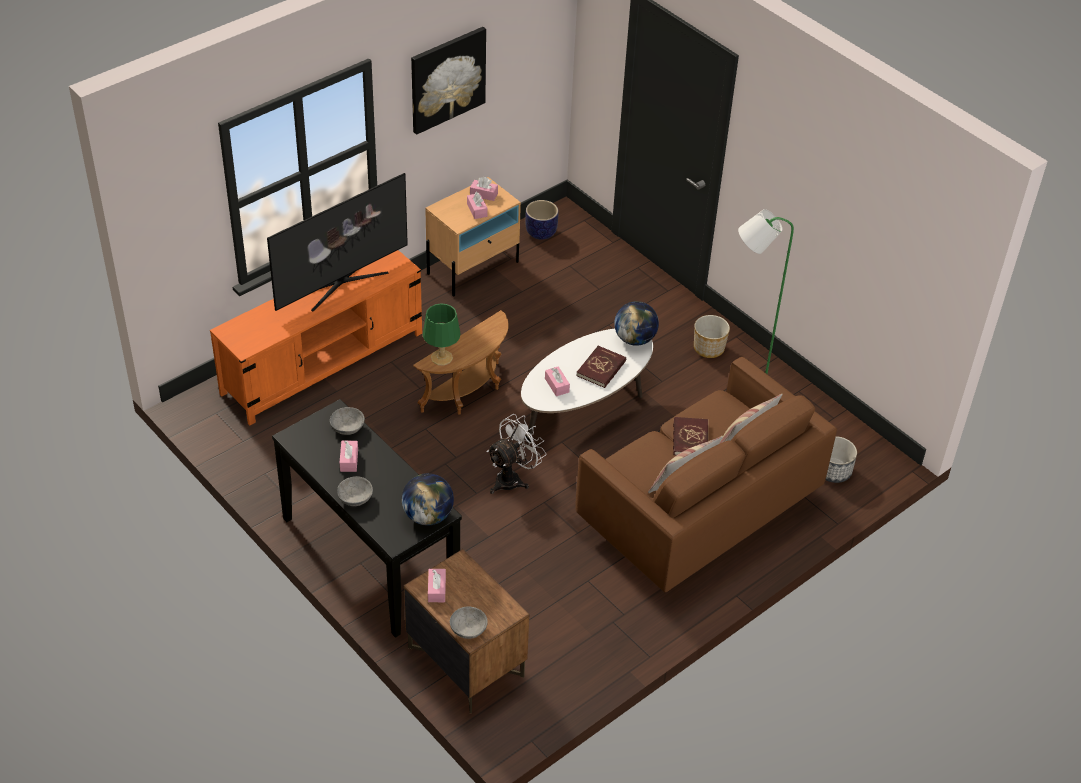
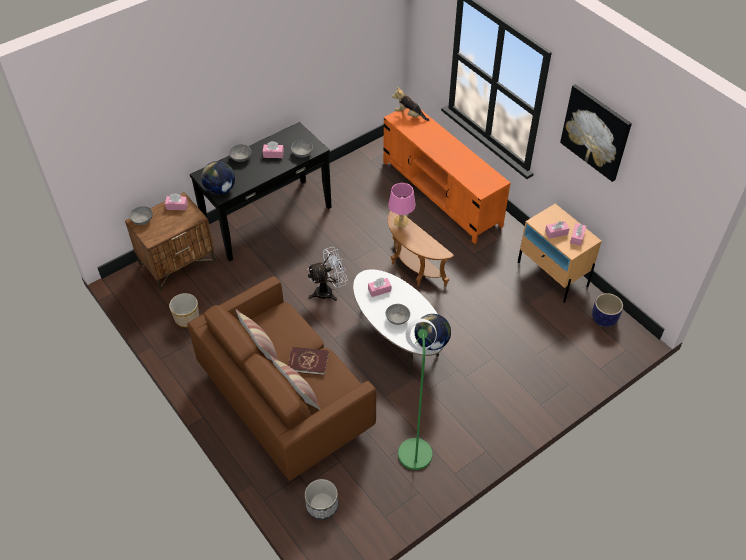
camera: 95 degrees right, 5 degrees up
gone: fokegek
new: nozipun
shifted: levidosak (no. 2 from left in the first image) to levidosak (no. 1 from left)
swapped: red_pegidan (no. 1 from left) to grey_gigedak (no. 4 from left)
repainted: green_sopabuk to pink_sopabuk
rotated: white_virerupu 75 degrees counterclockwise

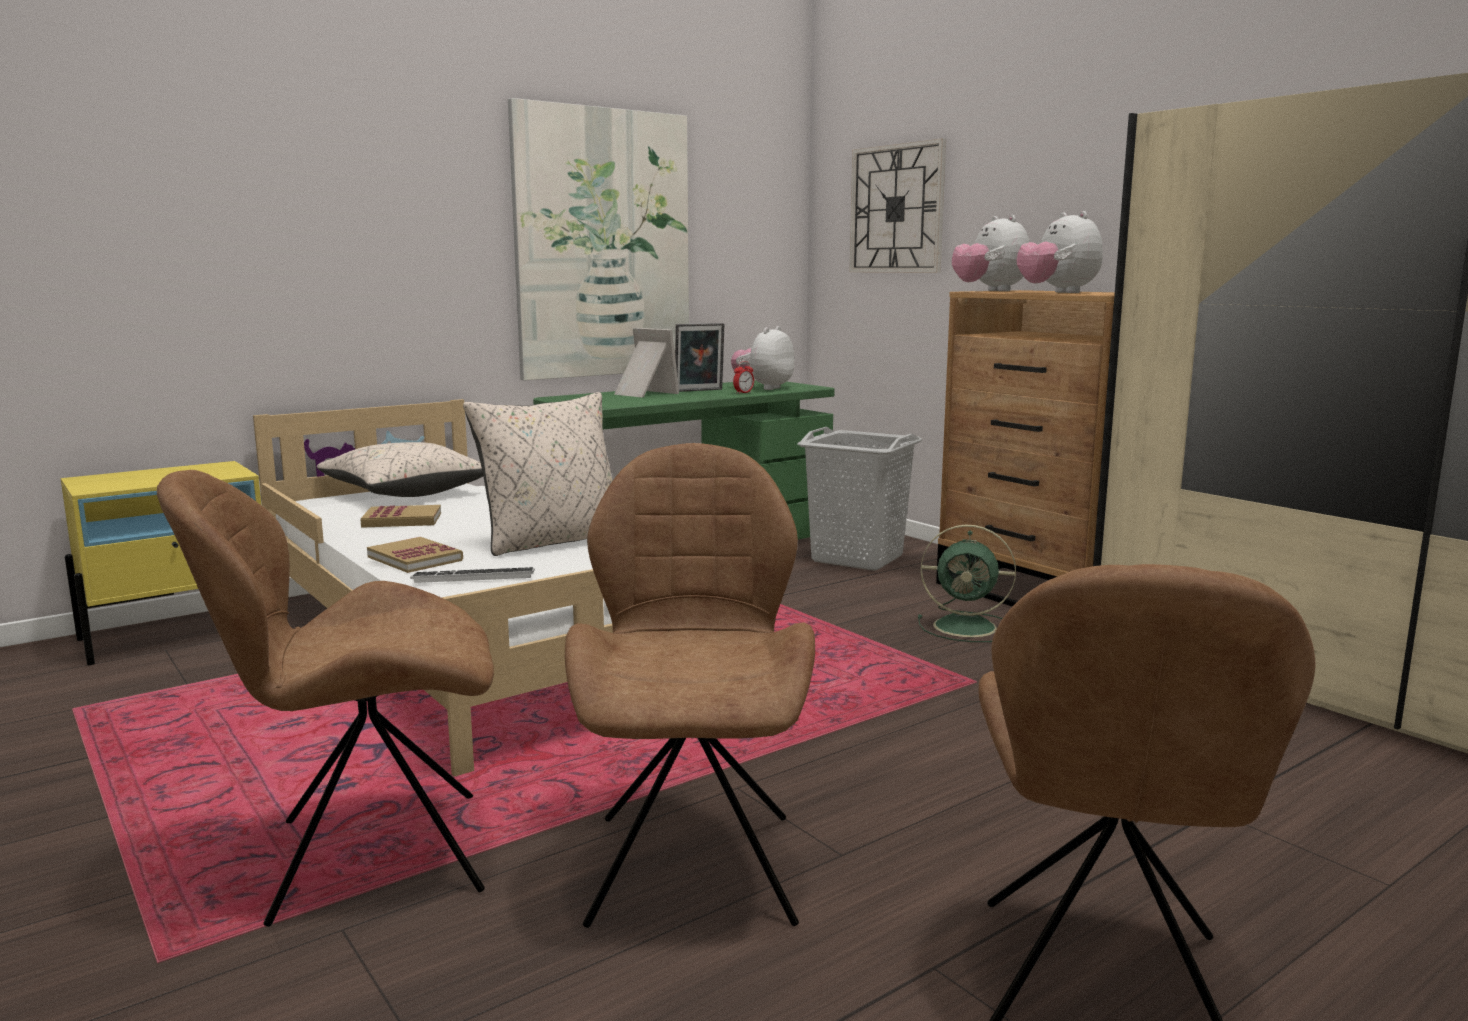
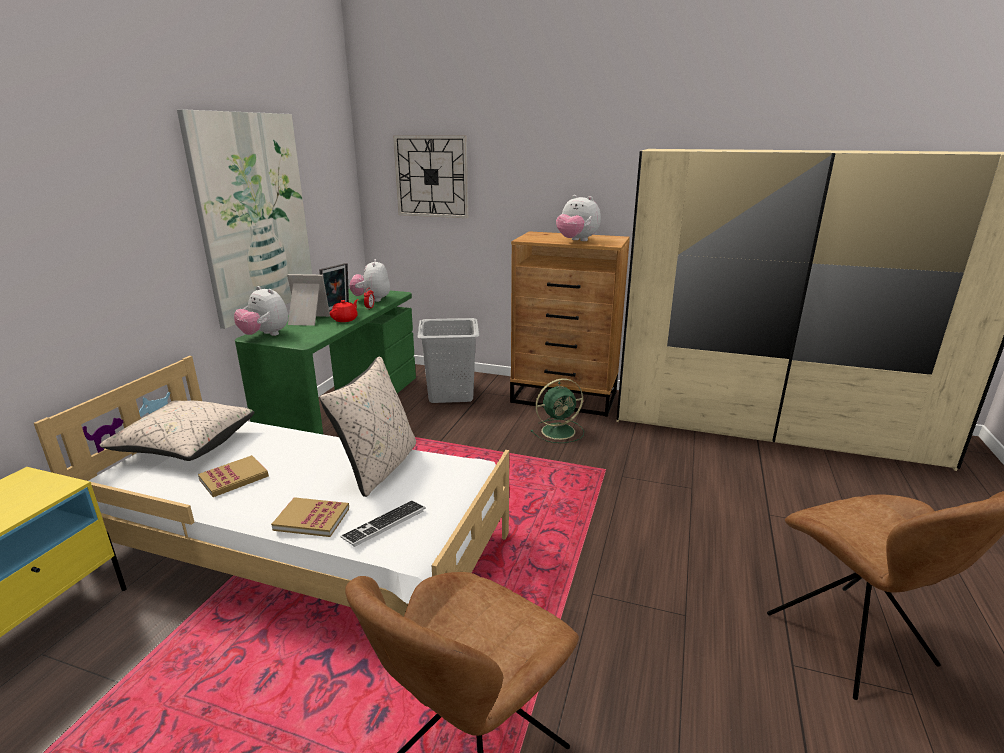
camera: 35 degrees left, 10 degrees up
gone: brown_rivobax (no. 2 from left)
new: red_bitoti
shifted: nozipun (no. 2 from left in the first image) to nozipun (no. 1 from left)

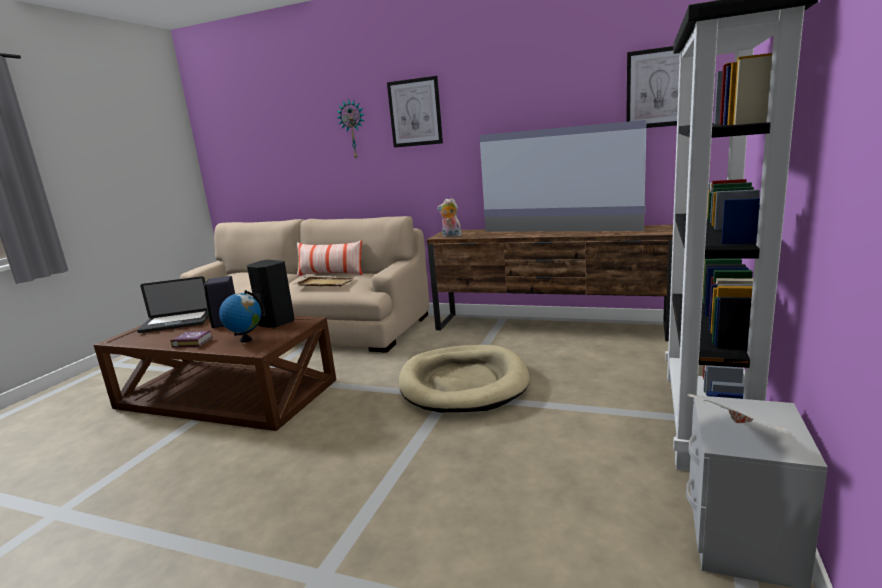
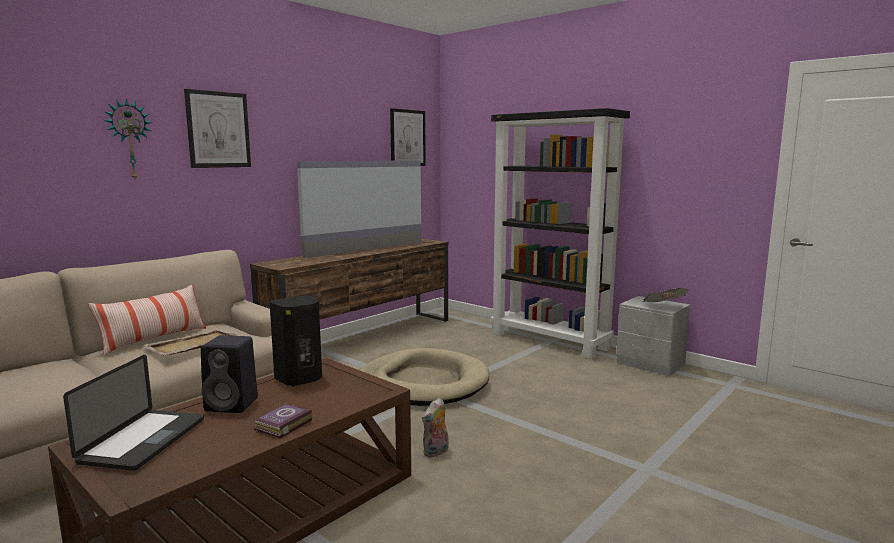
camera: 70 degrees left, 5 degrees down
gone: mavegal
shifted: nozipun

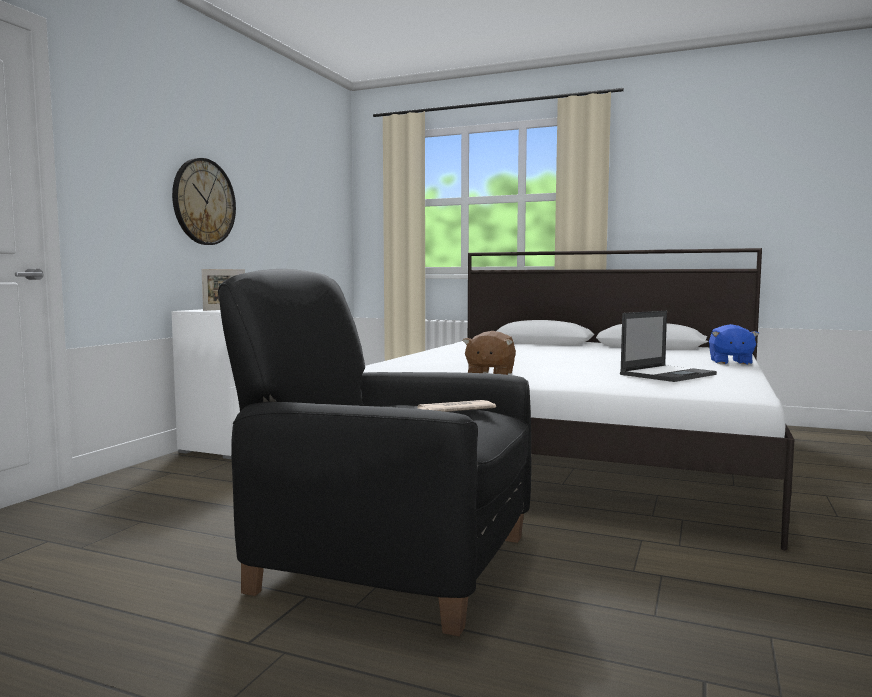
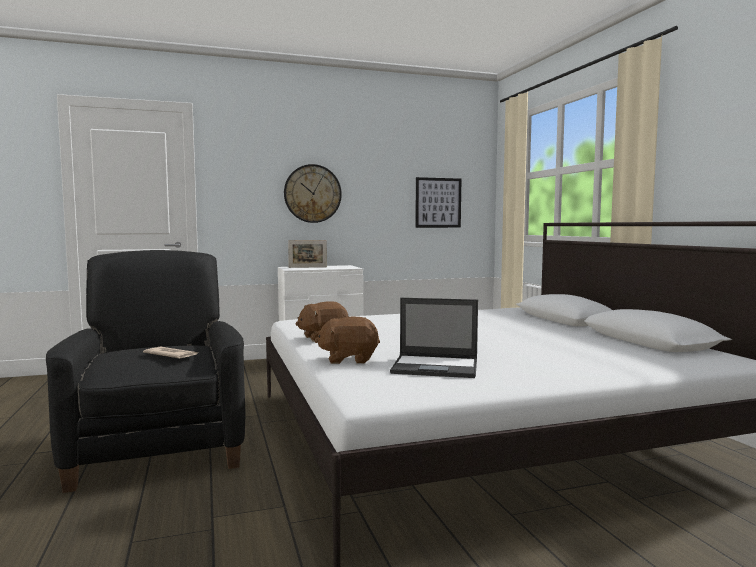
camera: 50 degrees right, 0 degrees up
gone: blue_nozipun
new: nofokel; brown_nozipun (no. 2 from left)

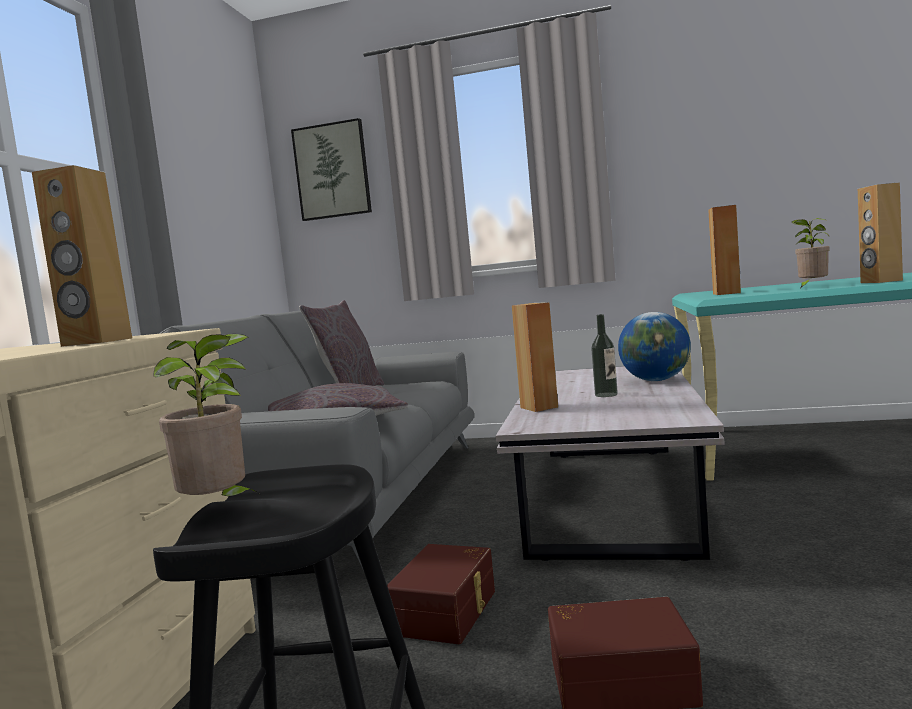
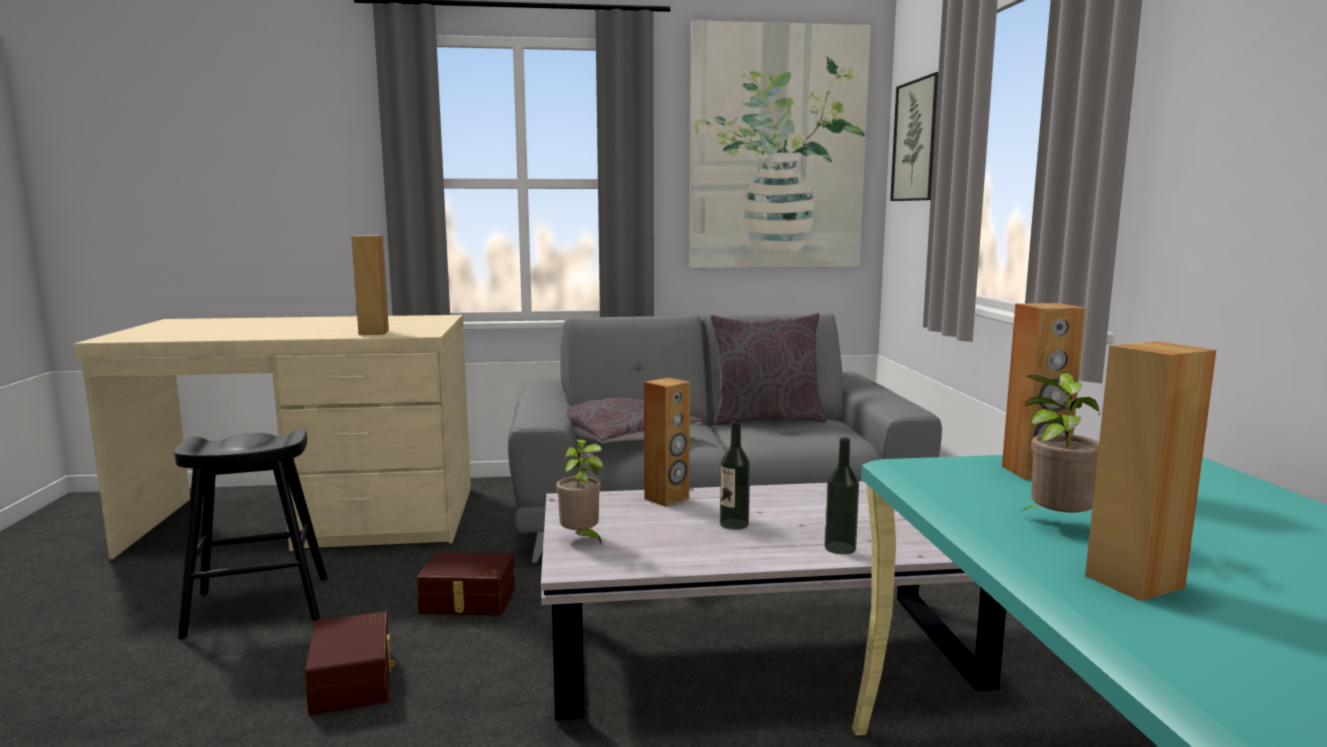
camera: 70 degrees right, 5 degrees up
new: nofokel (no. 1 from left)
shifted: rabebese (no. 1 from left)
swapped: mavegal to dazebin (no. 2 from left)

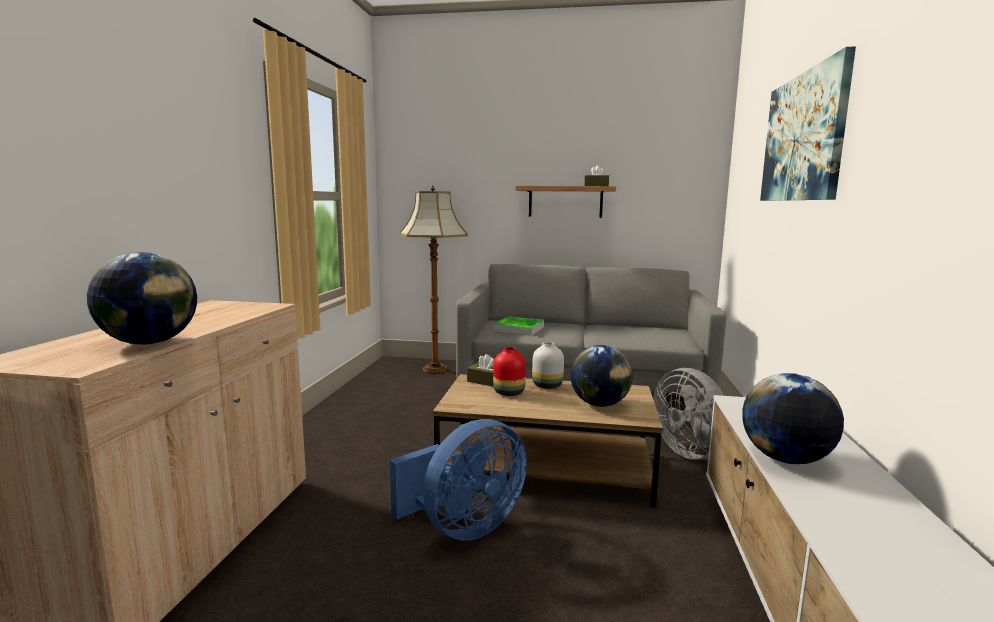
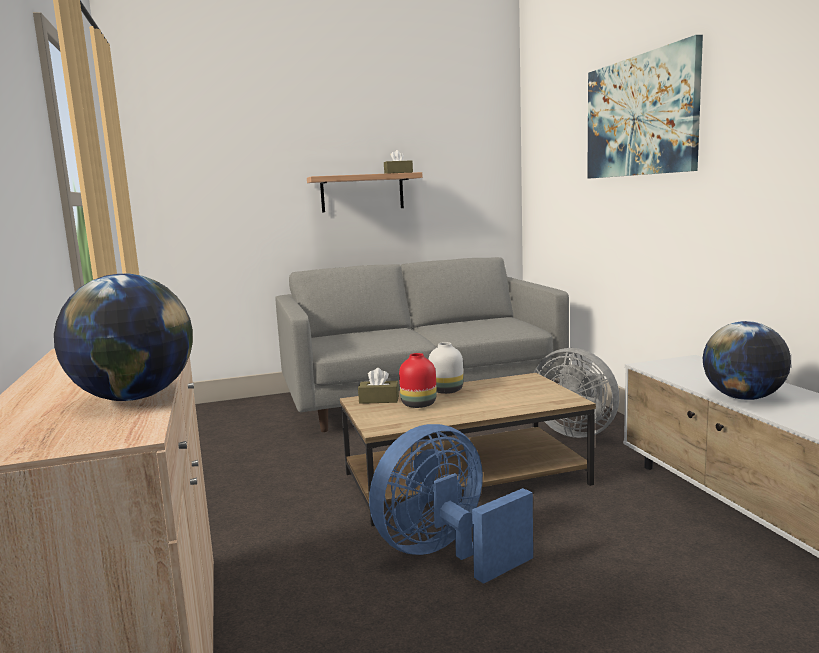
camera: 25 degrees left, 0 degrees up
gone: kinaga; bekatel; mavegal (no. 2 from left)
rotated: blue_virerupu 150 degrees counterclockwise

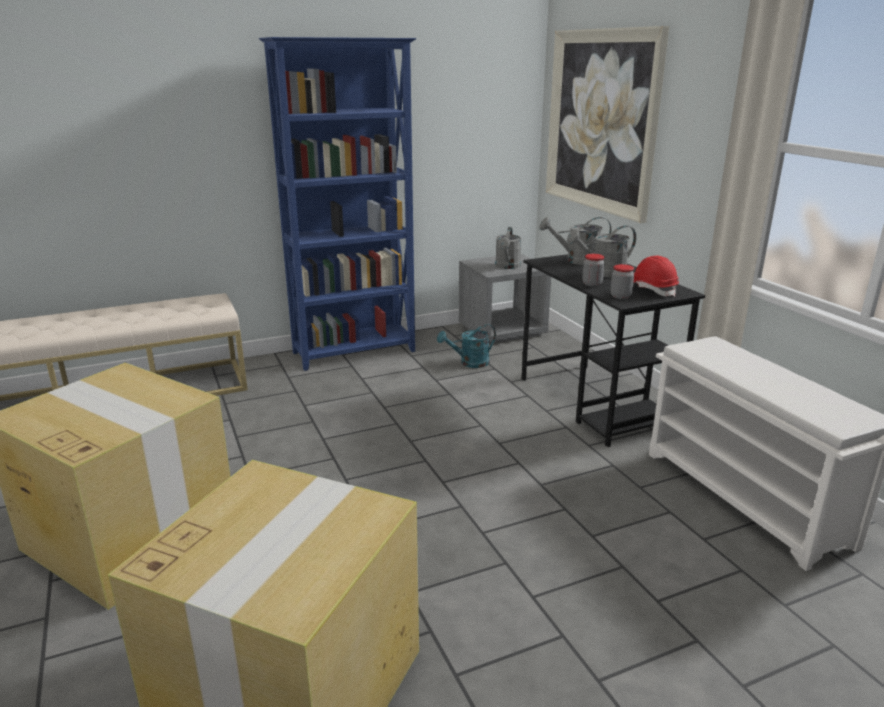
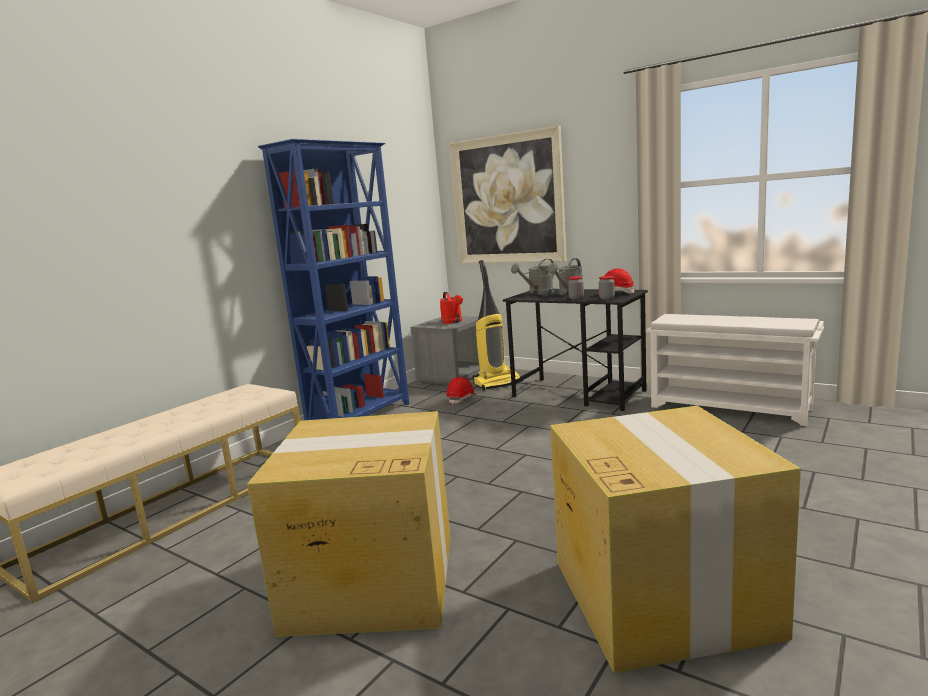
camera: 30 degrees left, 10 degrees down
new: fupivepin
swapped: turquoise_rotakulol to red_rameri (no. 1 from left)
repainted: grey_rotakulol (no. 1 from left) to red_rotakulol

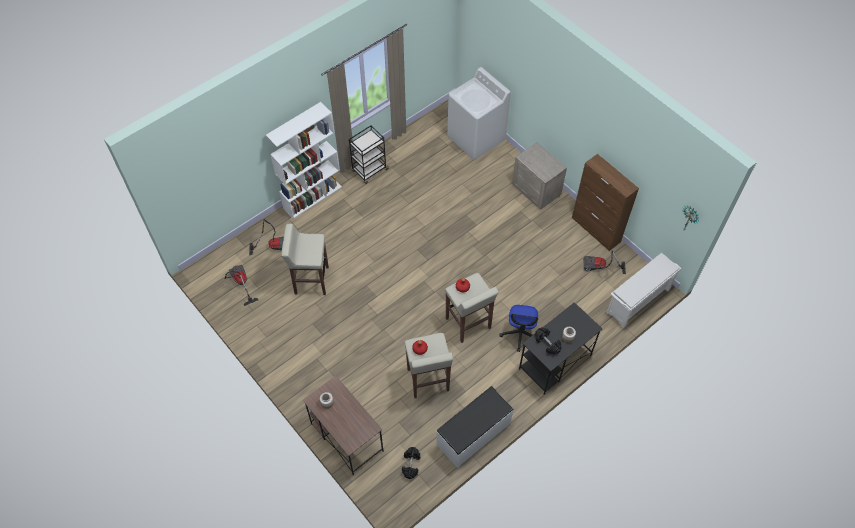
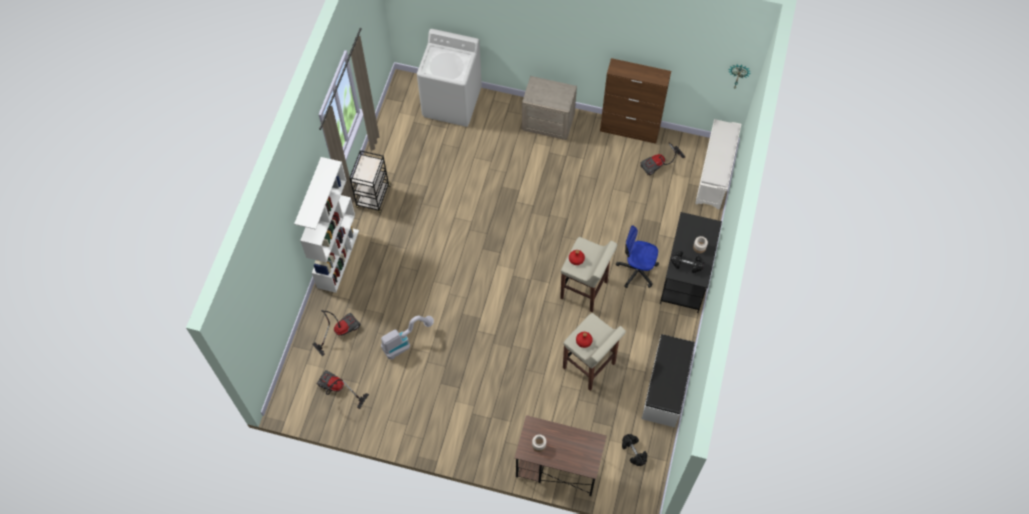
camera: 35 degrees left, 5 degrees up
swapped: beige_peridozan (no. 1 from left) to fupivepin (no. 3 from left)
rotated: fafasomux 135 degrees clockwise

